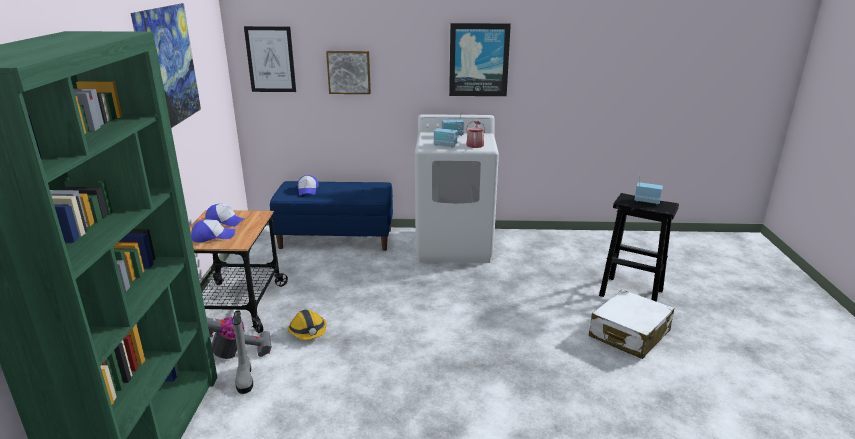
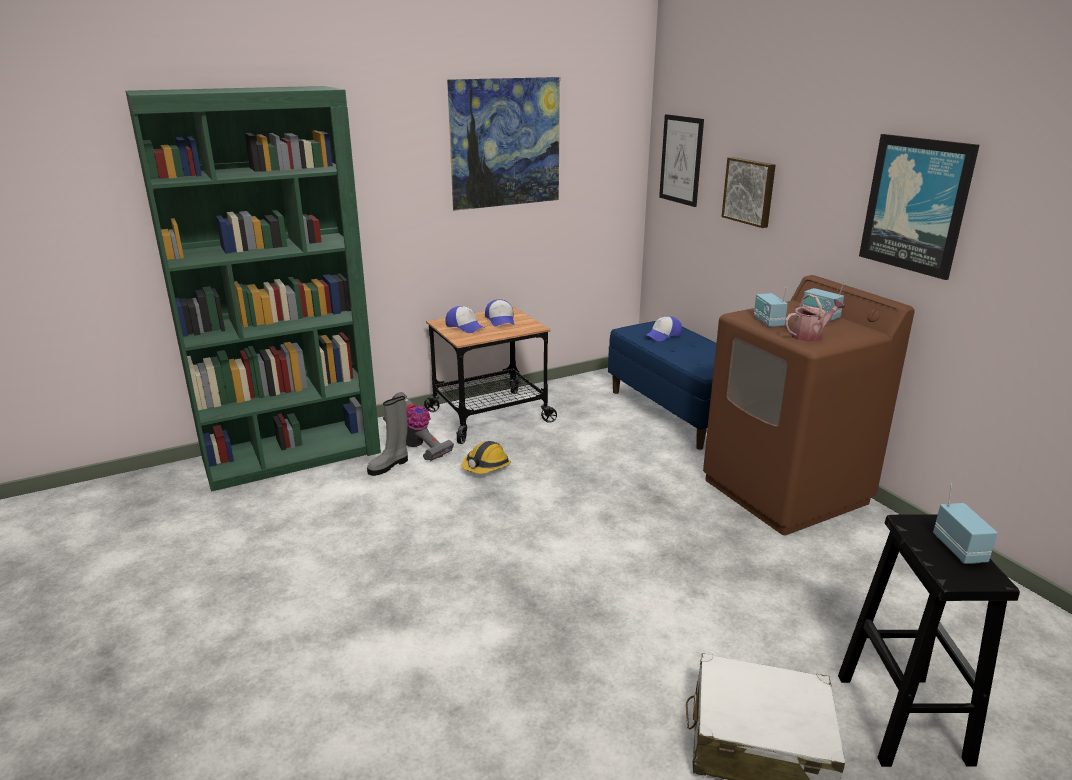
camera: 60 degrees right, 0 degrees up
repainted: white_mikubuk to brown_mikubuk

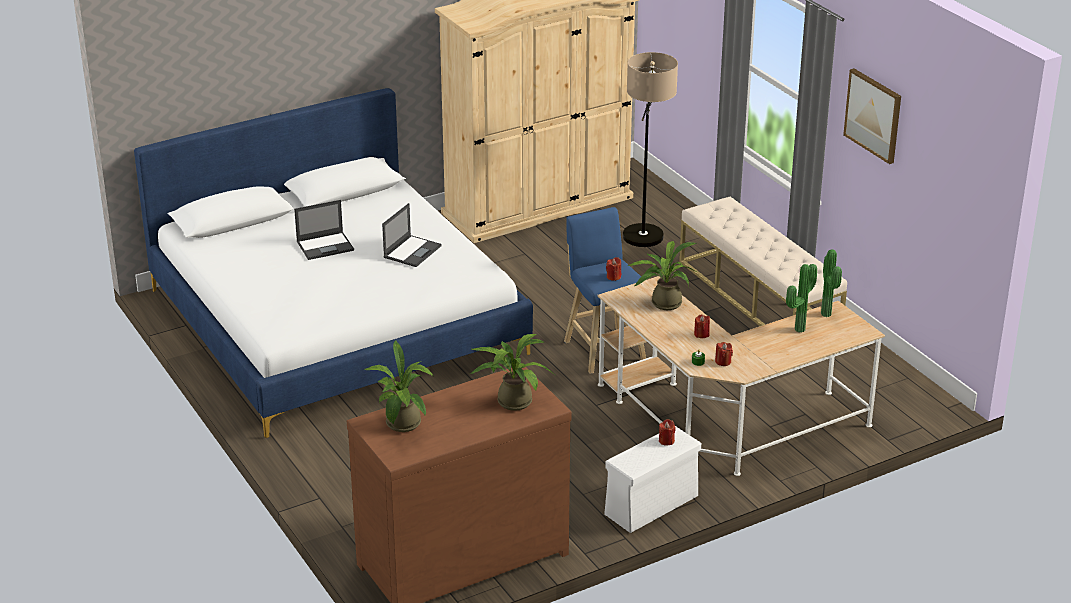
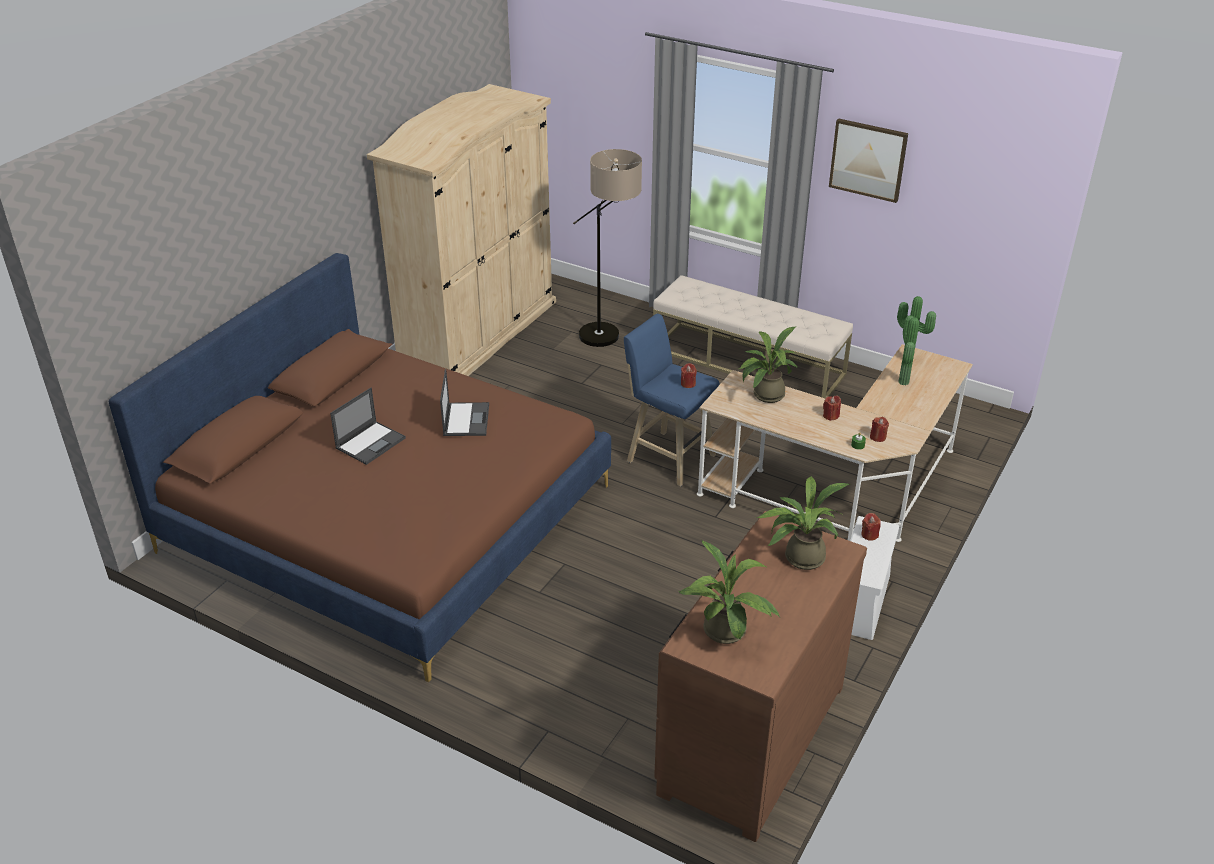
camera: 30 degrees left, 5 degrees up
repainted: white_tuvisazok to brown_tuvisazok

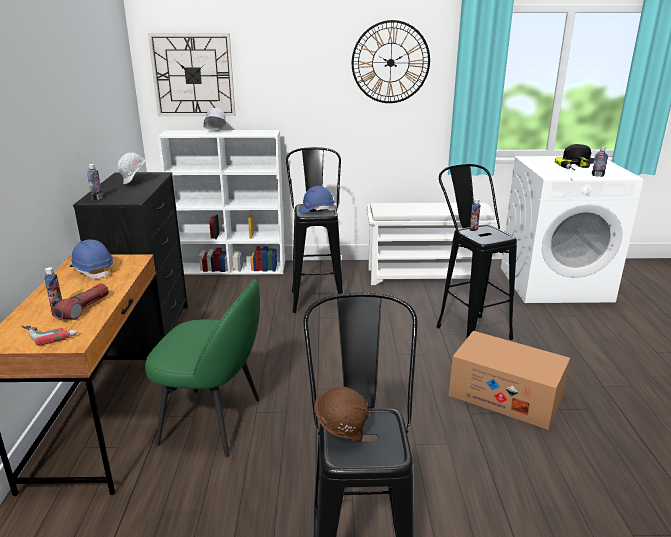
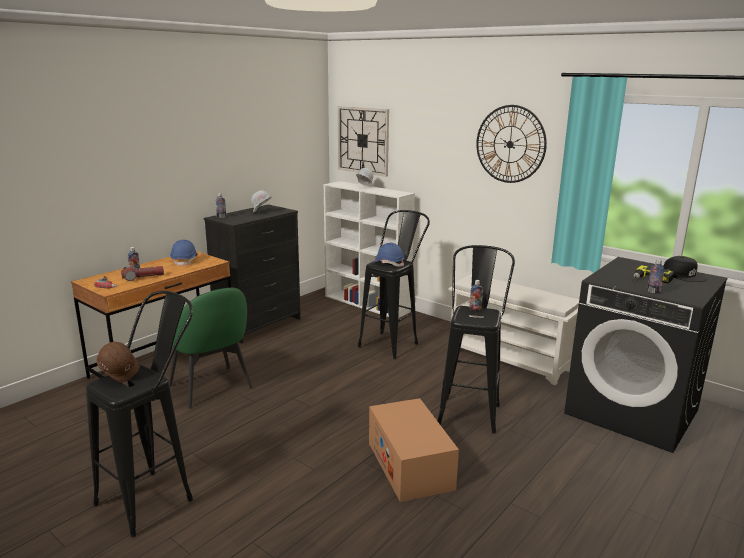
camera: 40 degrees right, 5 degrees down
repainted: white_mikubuk to black_mikubuk

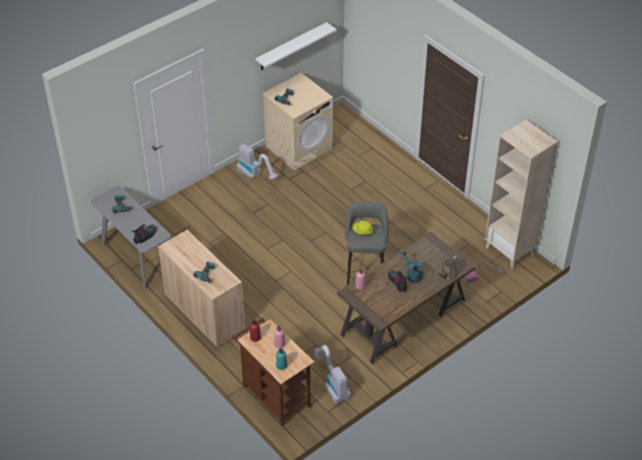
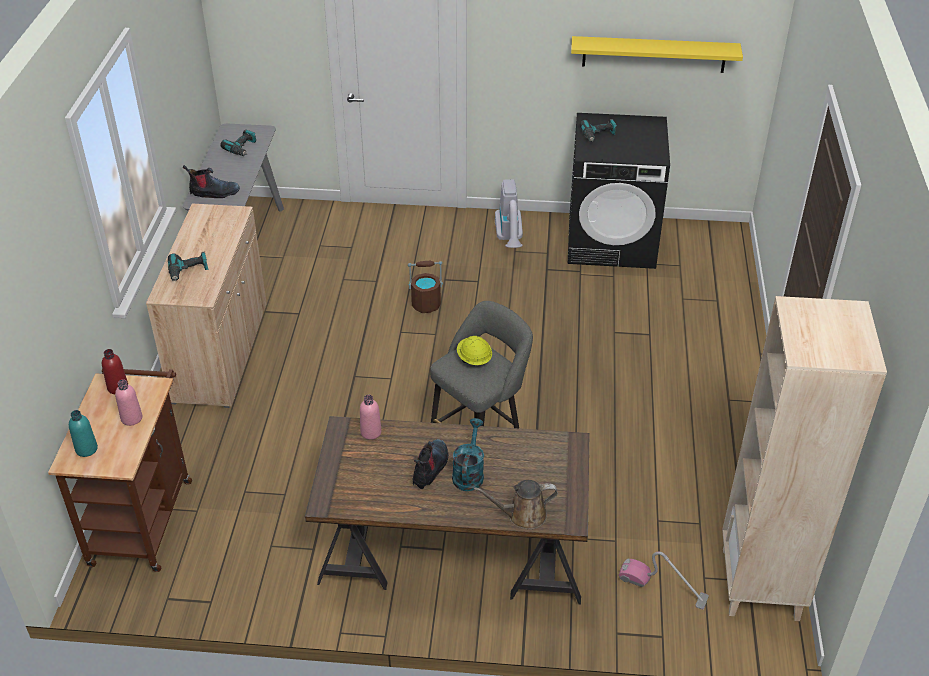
camera: 45 degrees right, 5 degrees down
gone: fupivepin (no. 2 from left)
new: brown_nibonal
repainted: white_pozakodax to yellow_pozakodax; beige_mikubuk to black_mikubuk

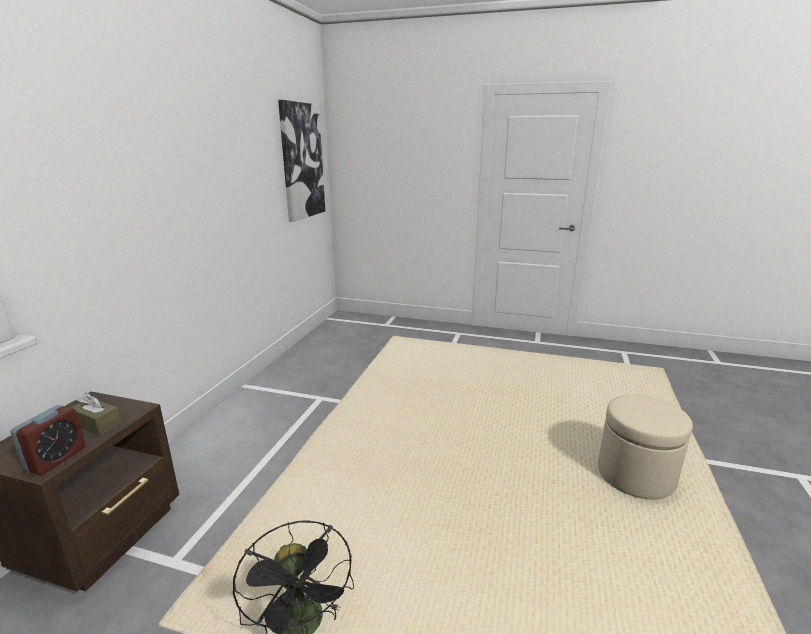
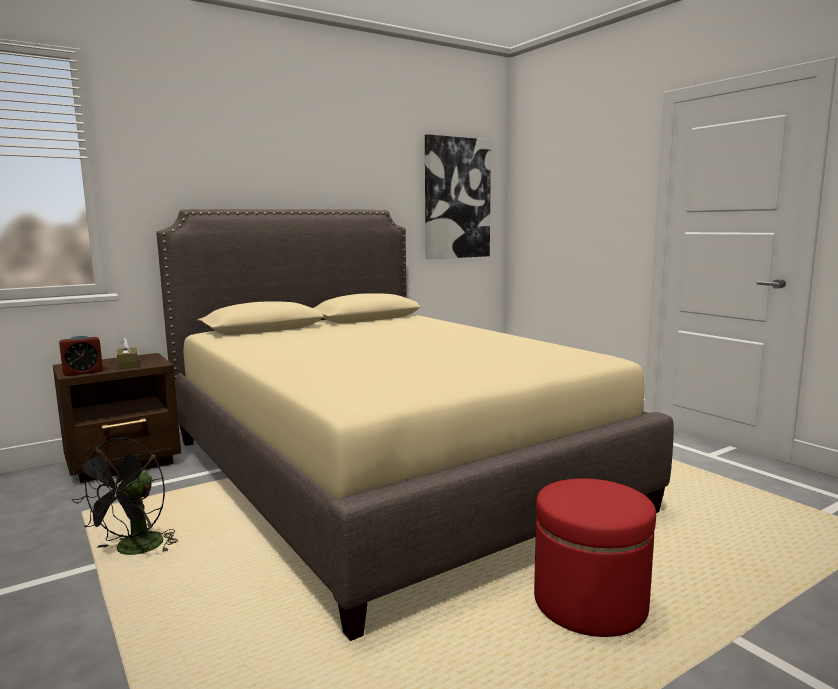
camera: 40 degrees right, 10 degrees down
new: beige_tuvisazok
repainted: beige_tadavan to red_tadavan

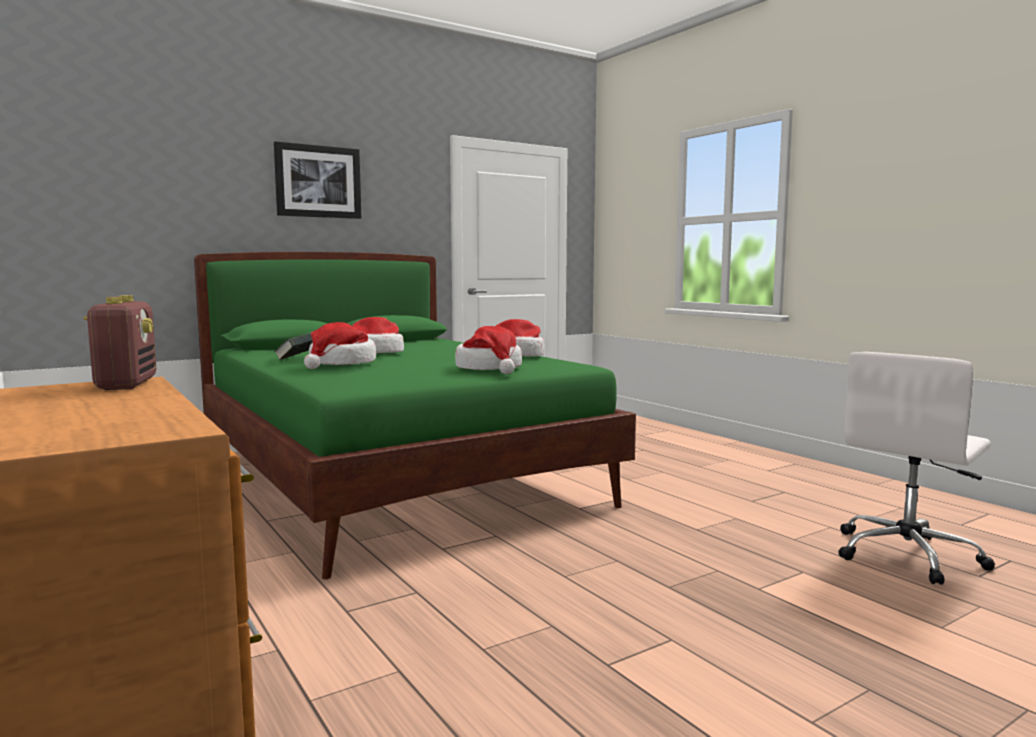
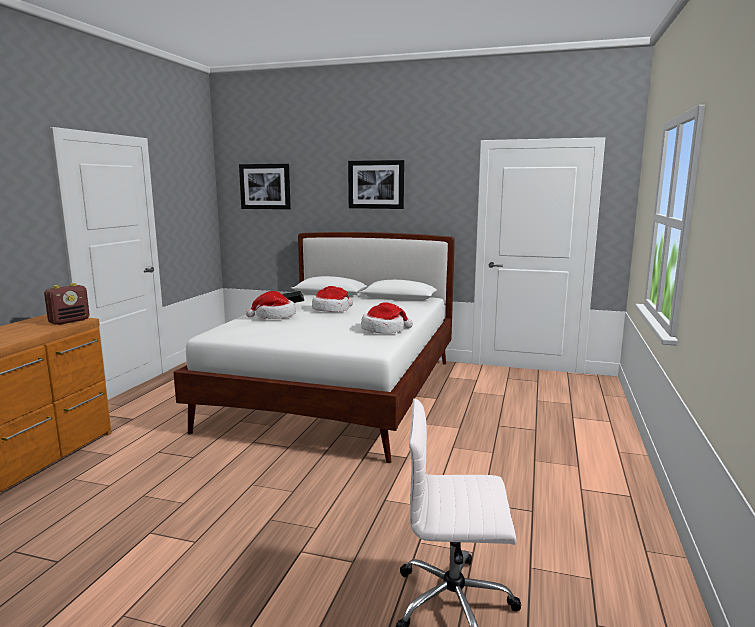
camera: 50 degrees right, 5 degrees up
gone: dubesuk (no. 3 from left)
new: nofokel (no. 1 from left)
repainted: green_tuvisazok to white_tuvisazok

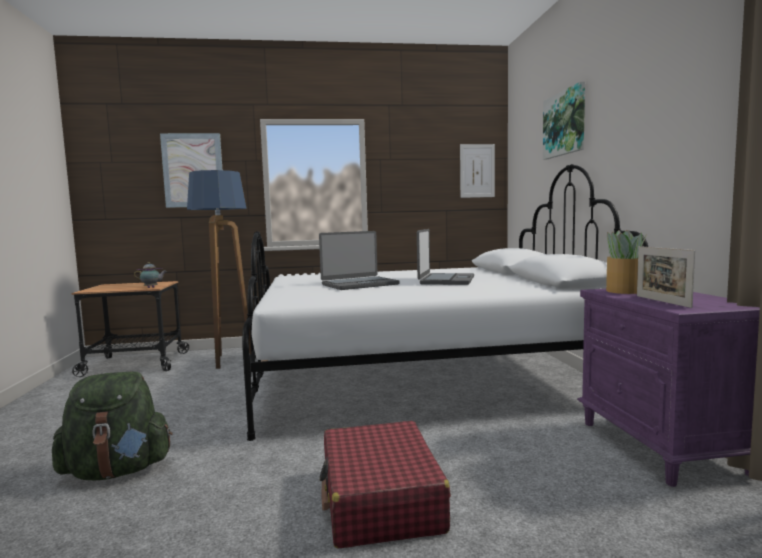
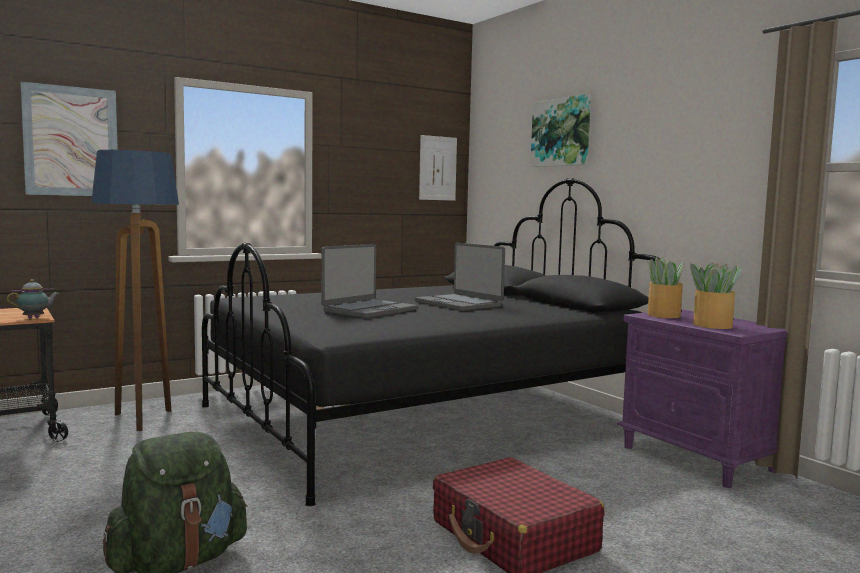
camera: 25 degrees left, 0 degrees up
swapped: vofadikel to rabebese (no. 2 from left)
repainted: white_tuvisazok to black_tuvisazok
rotated: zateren (no. 2 from left) 150 degrees clockwise

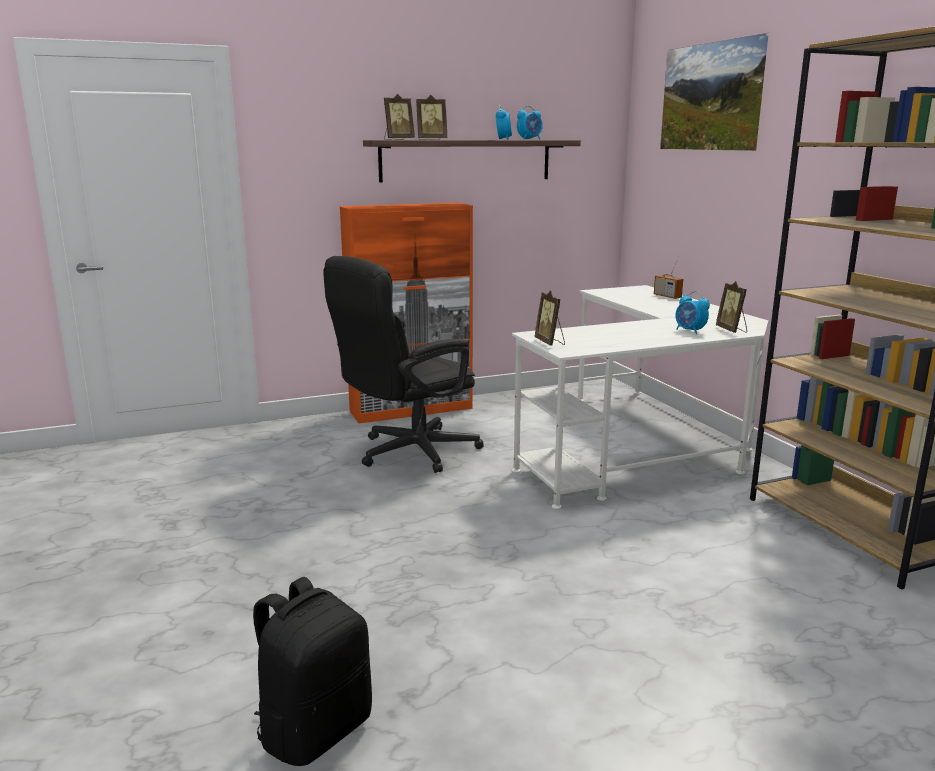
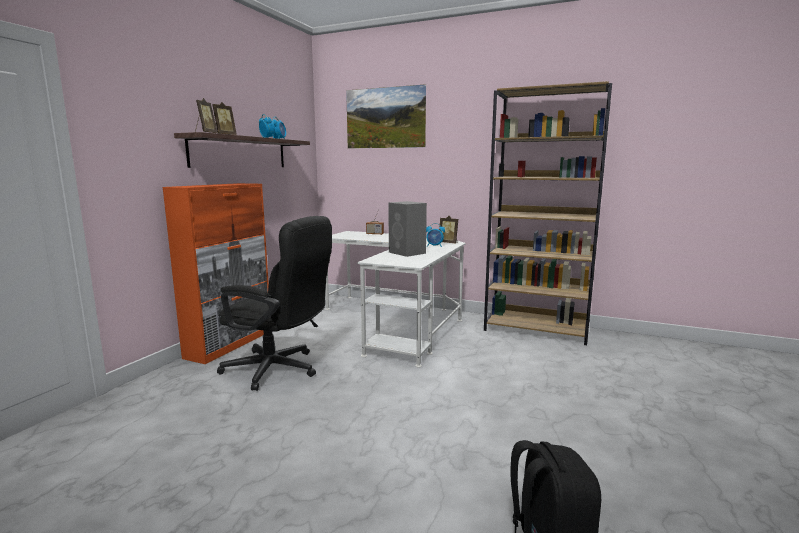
camera: 45 degrees left, 5 degrees down
gone: vofadikel (no. 3 from left)
new: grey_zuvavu
rotated: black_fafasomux 75 degrees counterclockwise

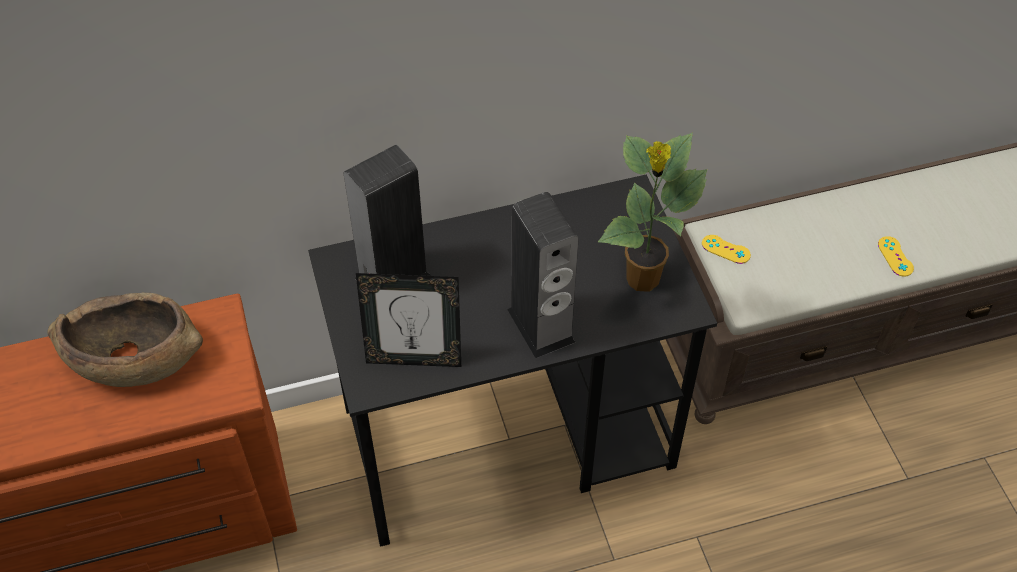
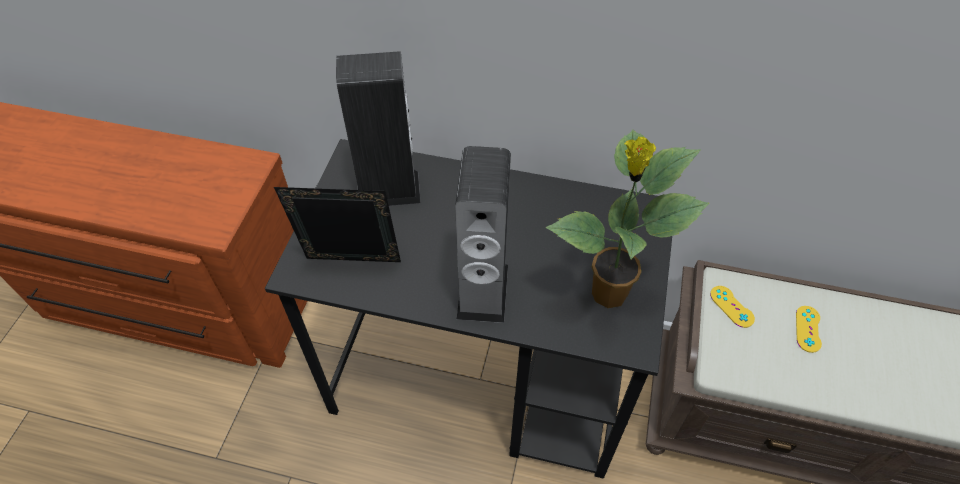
camera: 30 degrees right, 0 degrees up
gone: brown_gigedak
shifted: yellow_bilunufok (no. 2 from left)
rotated: vofadikel 150 degrees clockwise

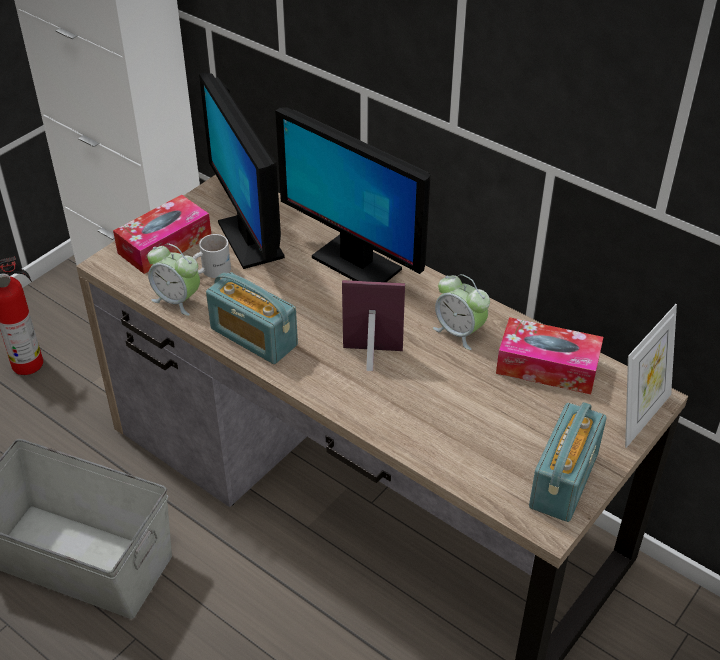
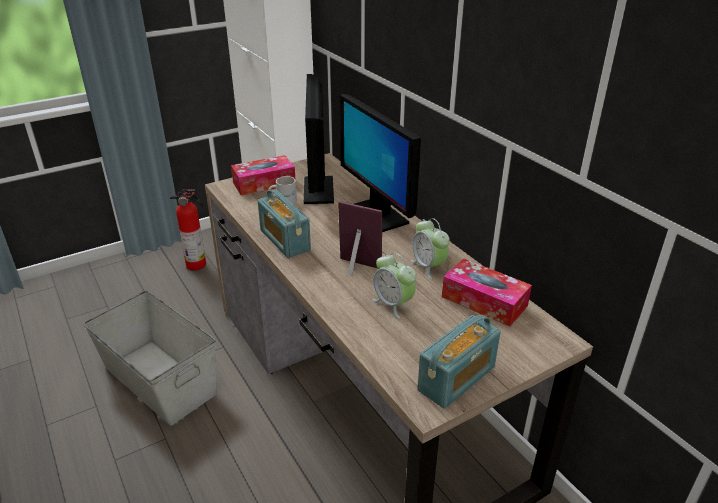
camera: 20 degrees right, 10 degrees down
gone: vofadikel (no. 2 from left)
shifted: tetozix (no. 1 from left)

